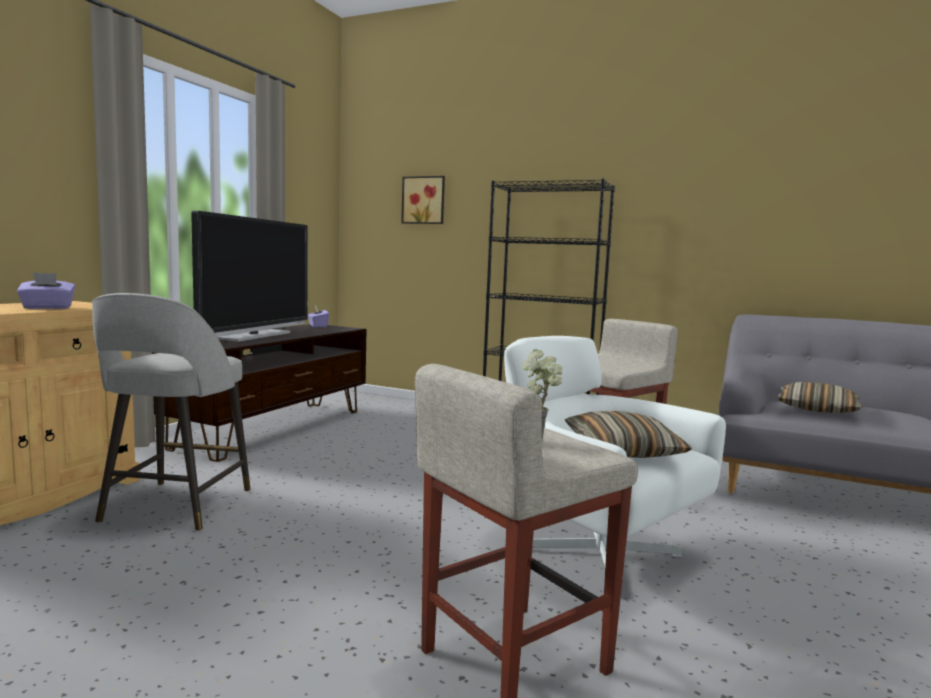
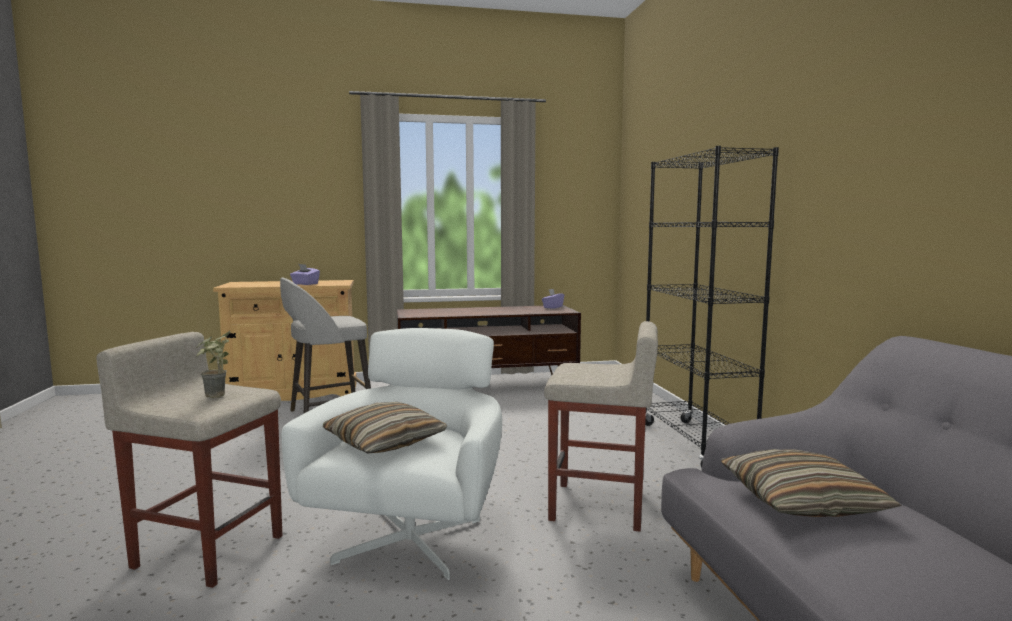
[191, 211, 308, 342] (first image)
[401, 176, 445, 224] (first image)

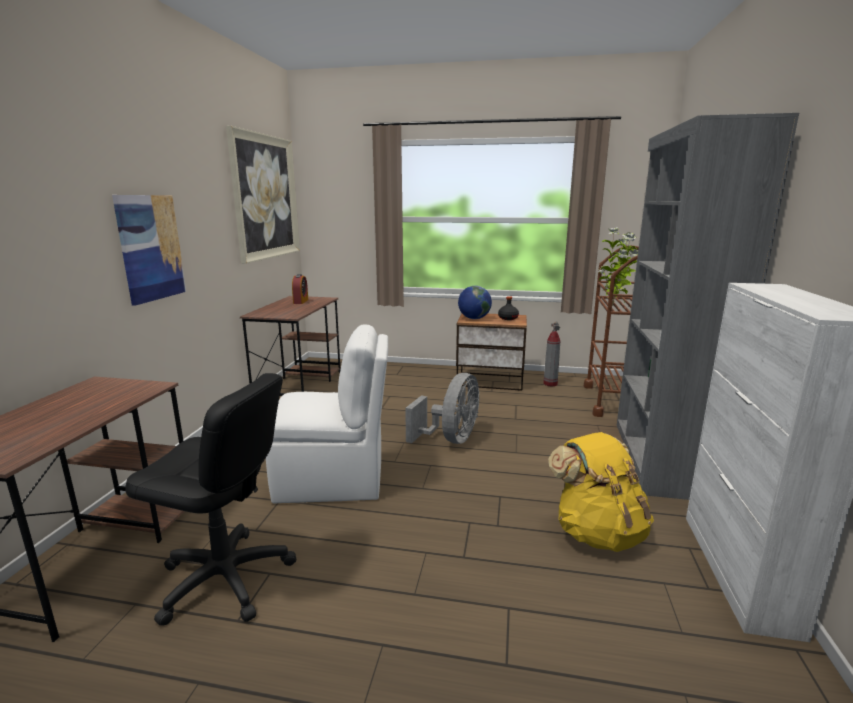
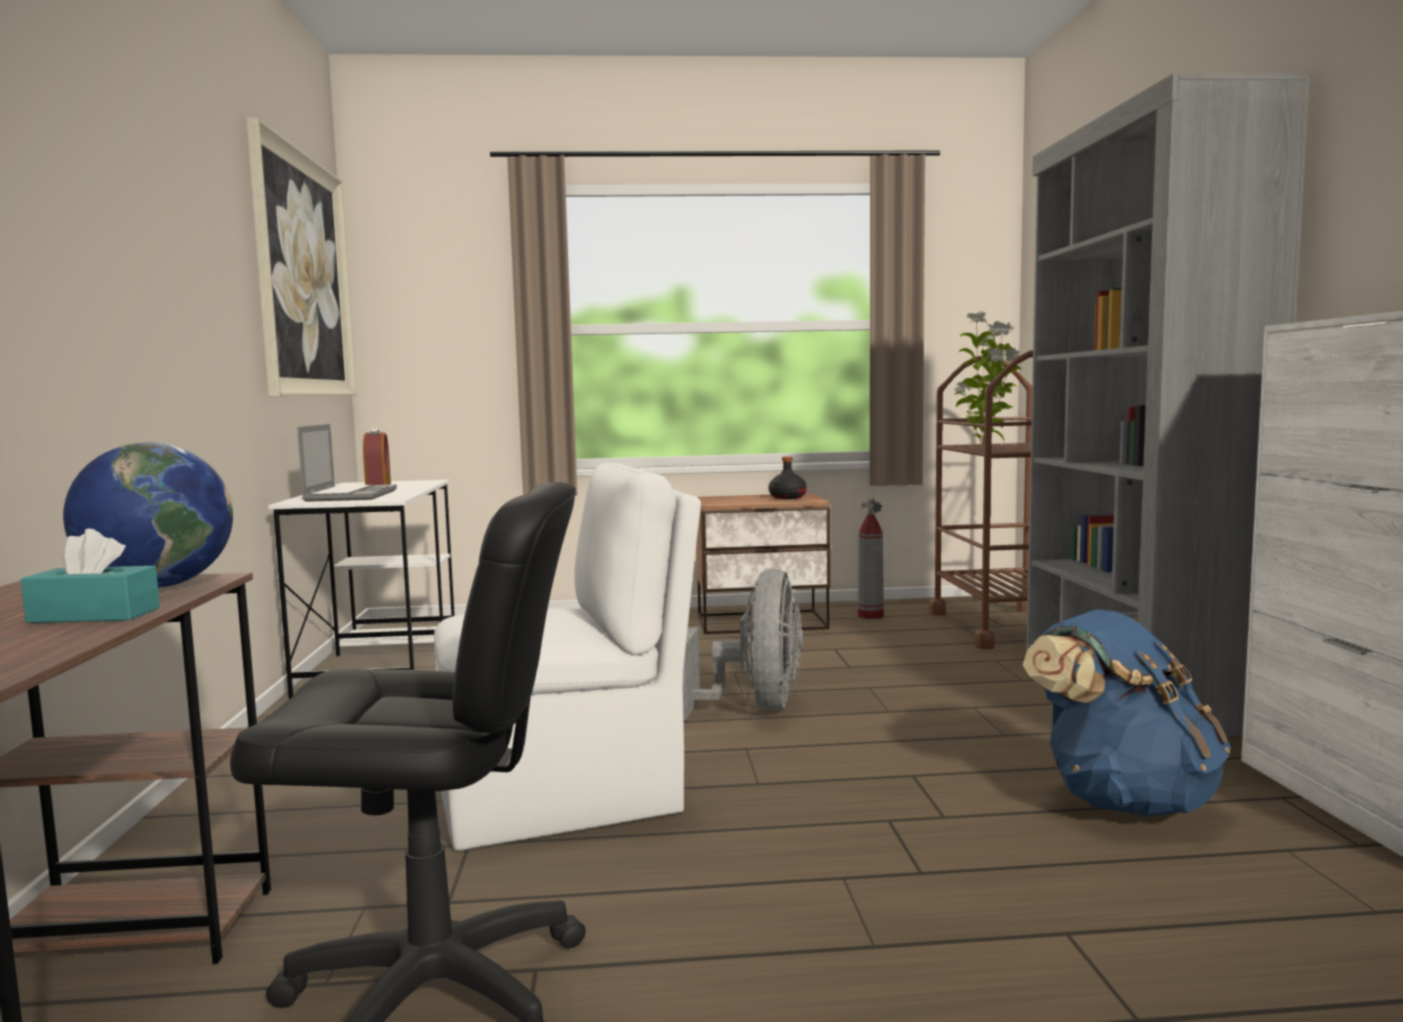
[112, 195, 186, 306] (first image)
[268, 480, 455, 699]
[63, 442, 233, 588]
[1023, 609, 1231, 816]
[21, 529, 160, 623]
[297, 424, 397, 502]

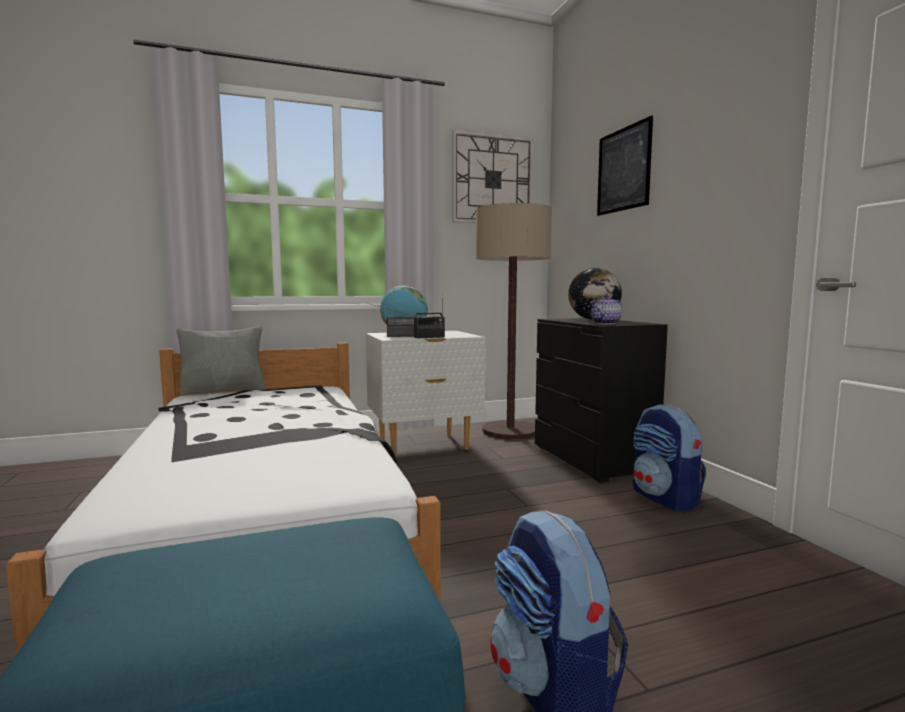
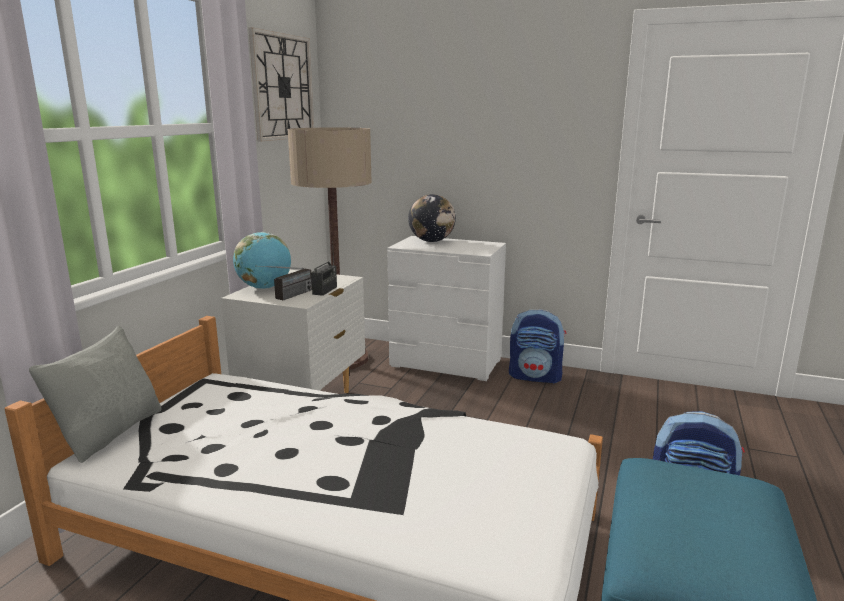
[387, 236, 506, 381]
[590, 295, 622, 324] (first image)
[597, 116, 653, 216] (first image)

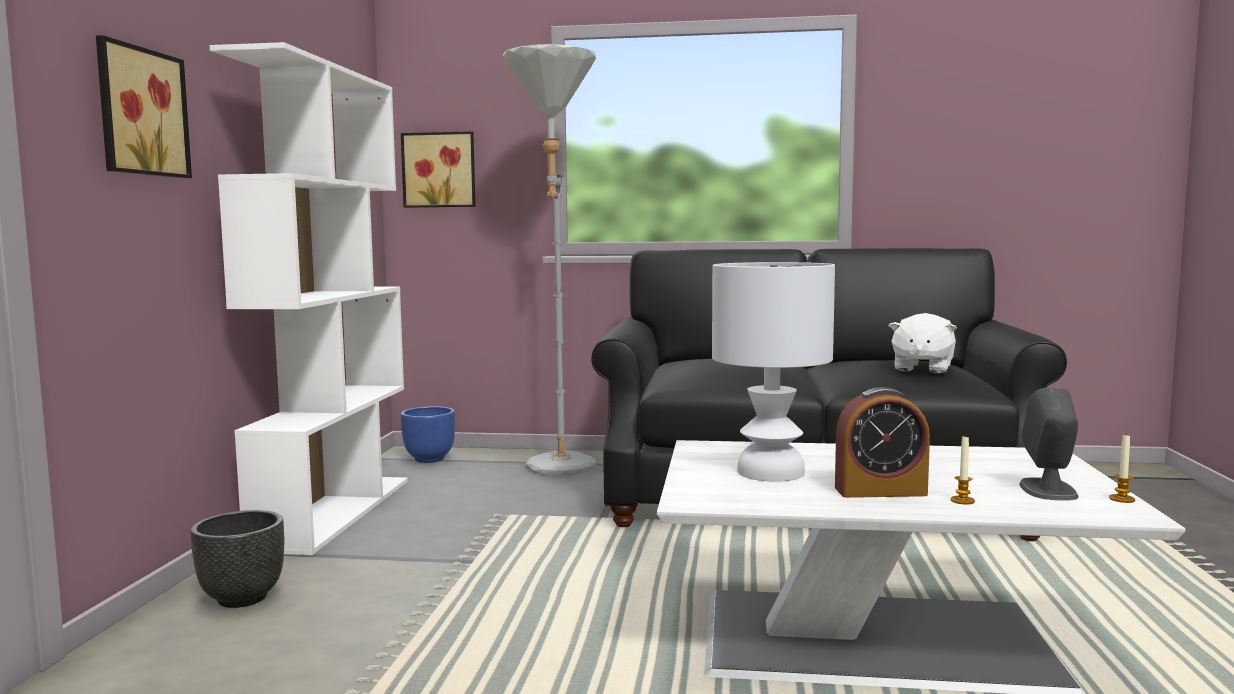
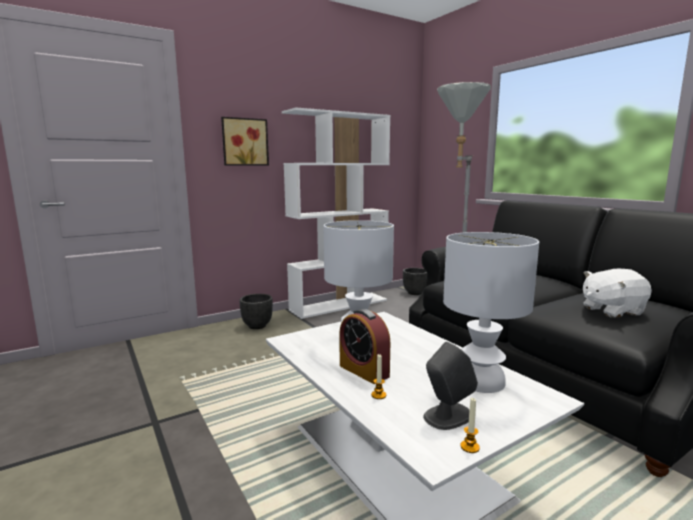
[401, 131, 476, 208] (first image)
[403, 268, 427, 295]
[443, 232, 539, 393]

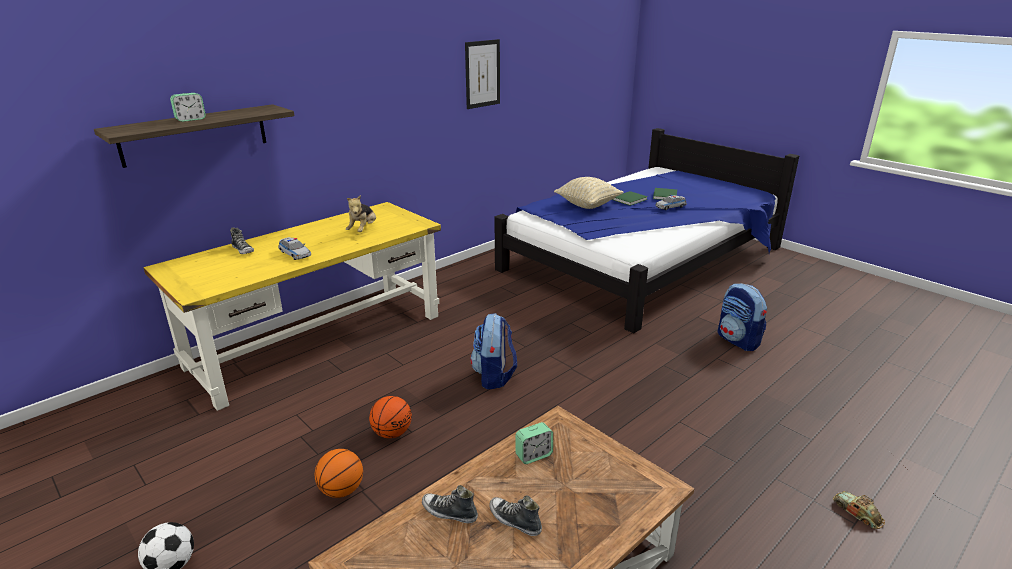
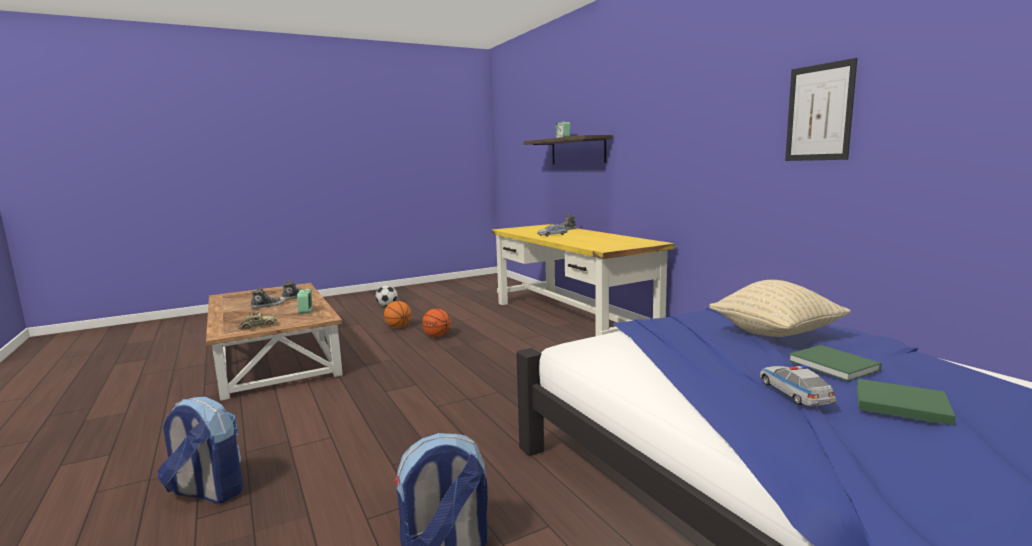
[346, 195, 376, 232] (first image)
[157, 396, 243, 504]
[238, 311, 278, 329]

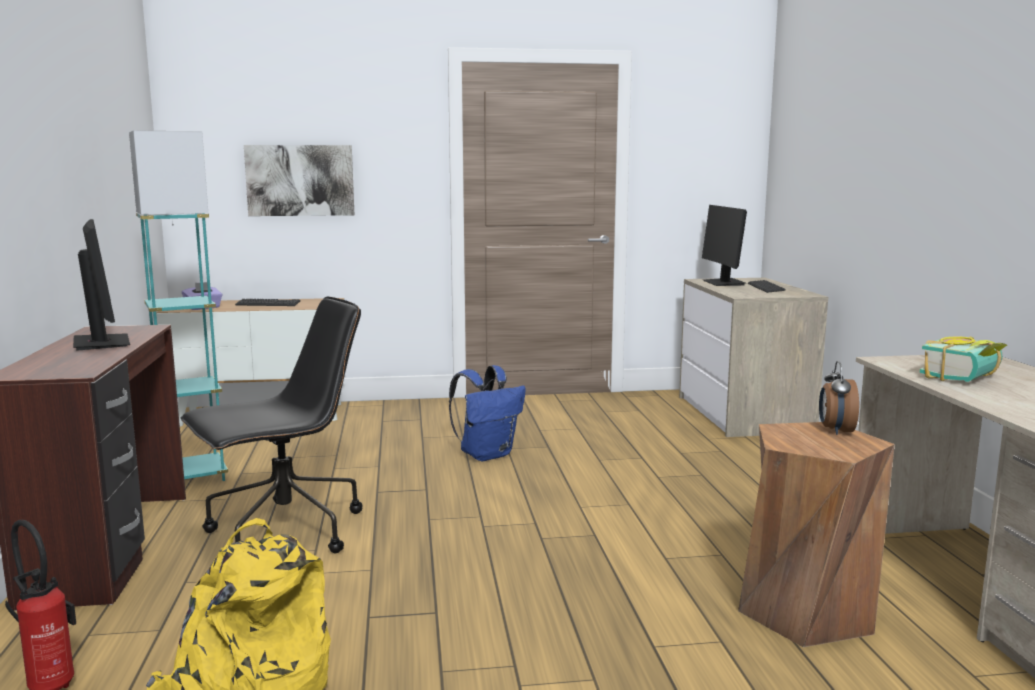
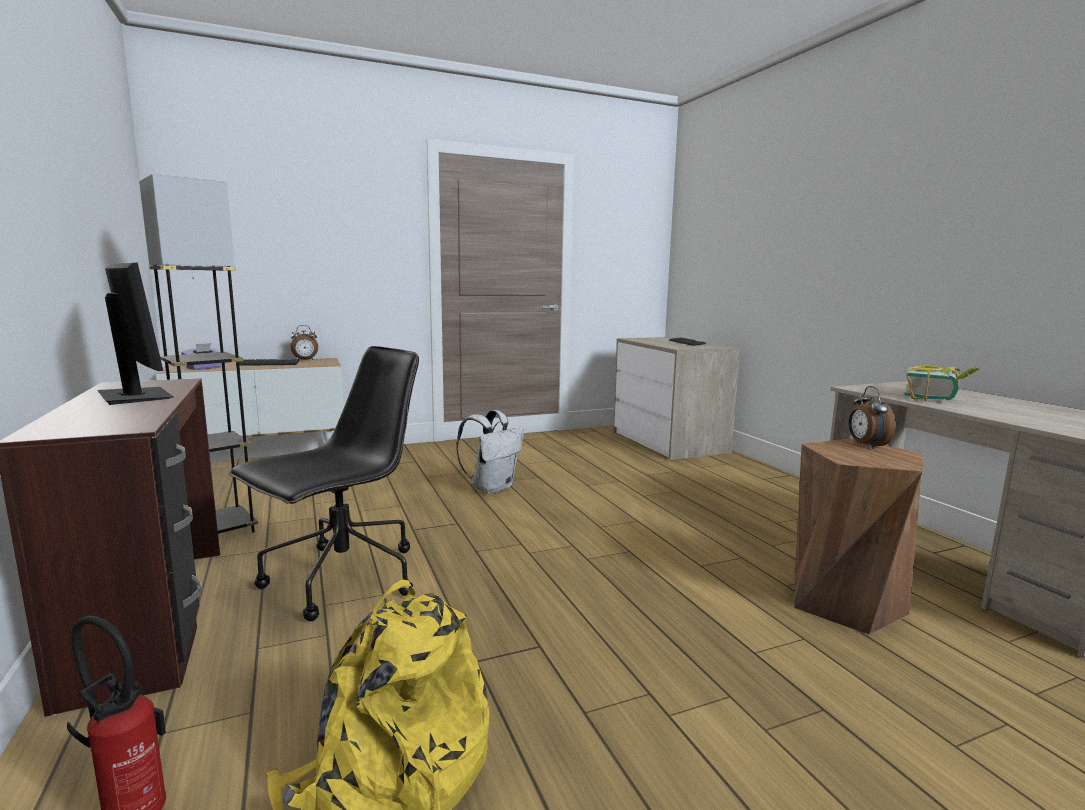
[139, 174, 258, 534]
[244, 145, 354, 216] (first image)
[456, 410, 524, 494]
[702, 205, 747, 286] (first image)
[291, 325, 318, 360]

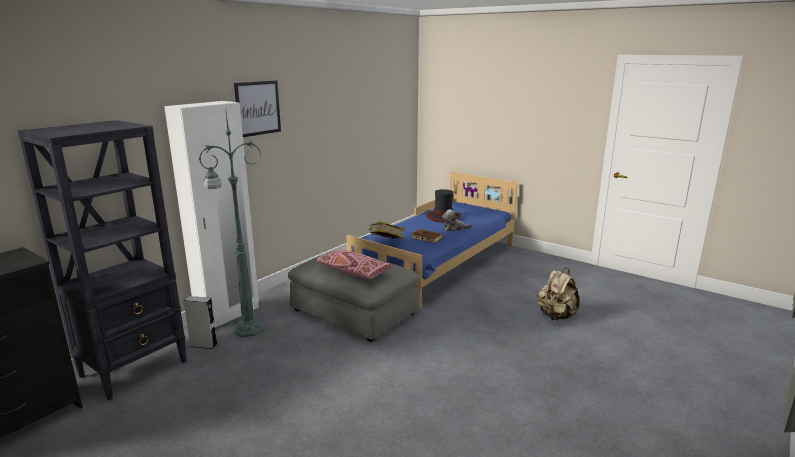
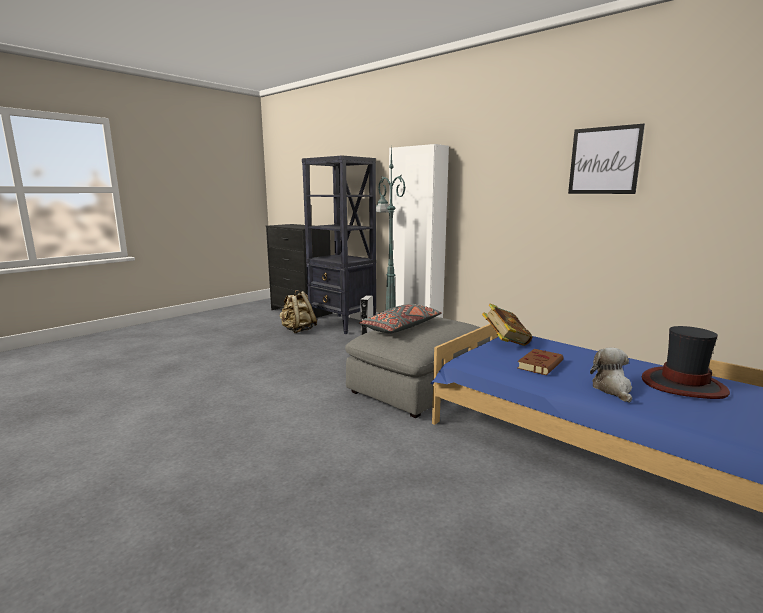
[568, 123, 645, 194]
[359, 304, 442, 334]
[279, 290, 317, 333]

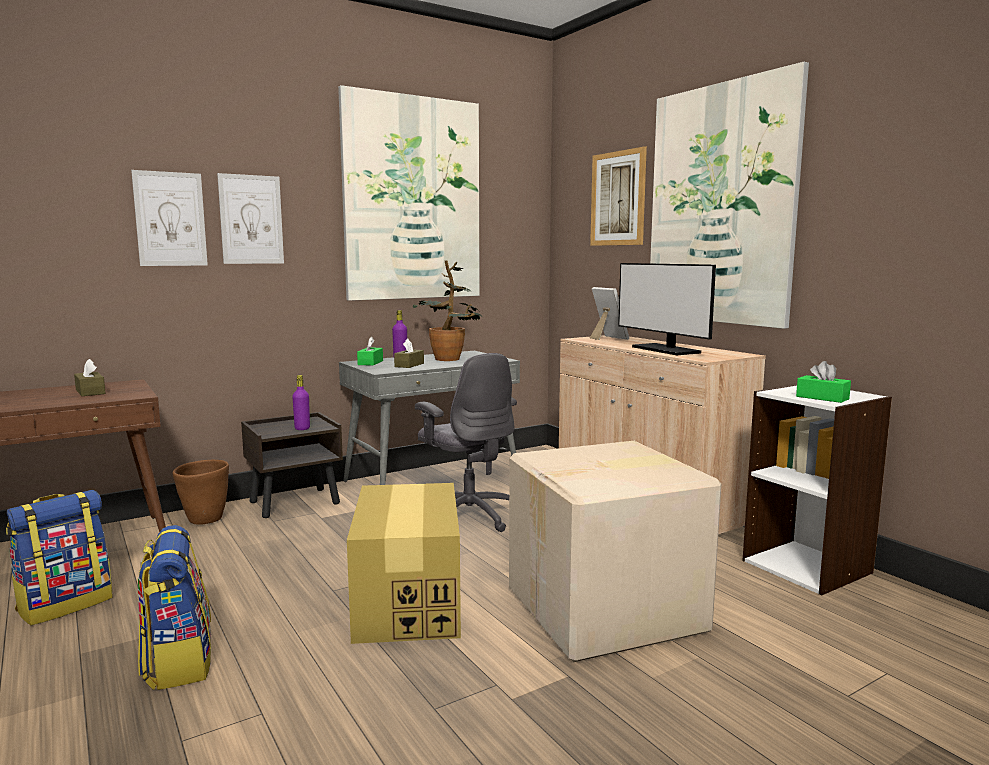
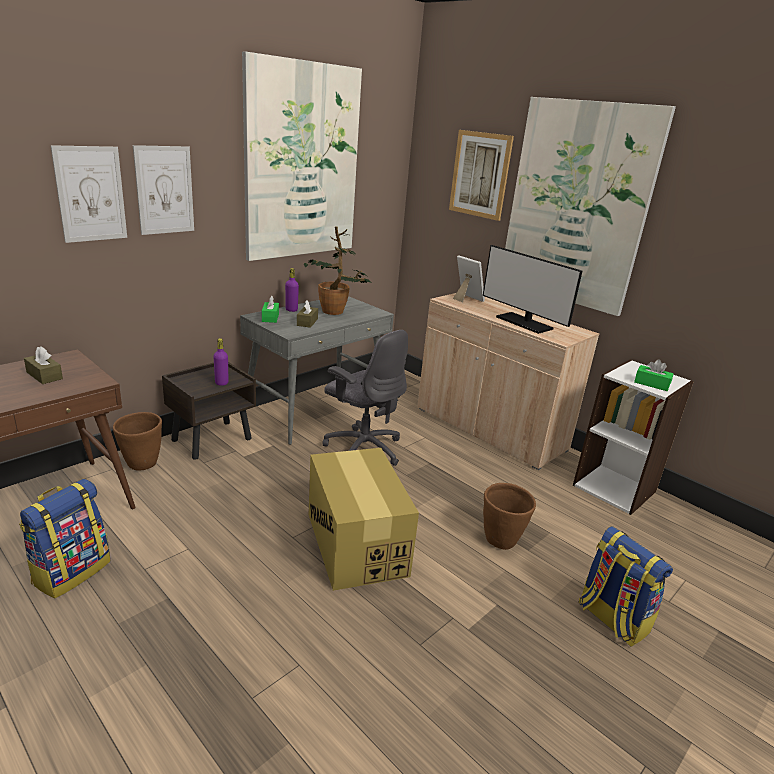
[579, 526, 673, 647]
[483, 483, 536, 550]

